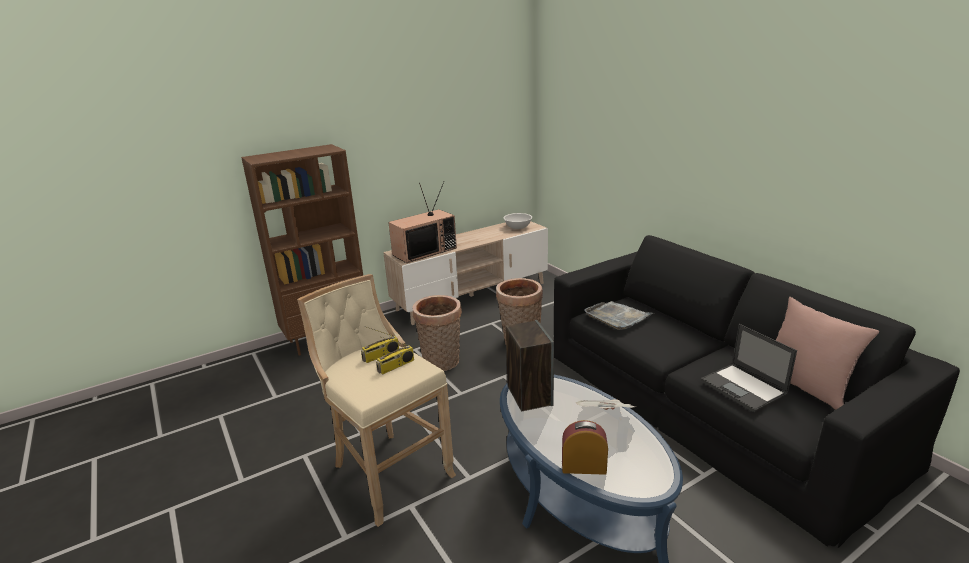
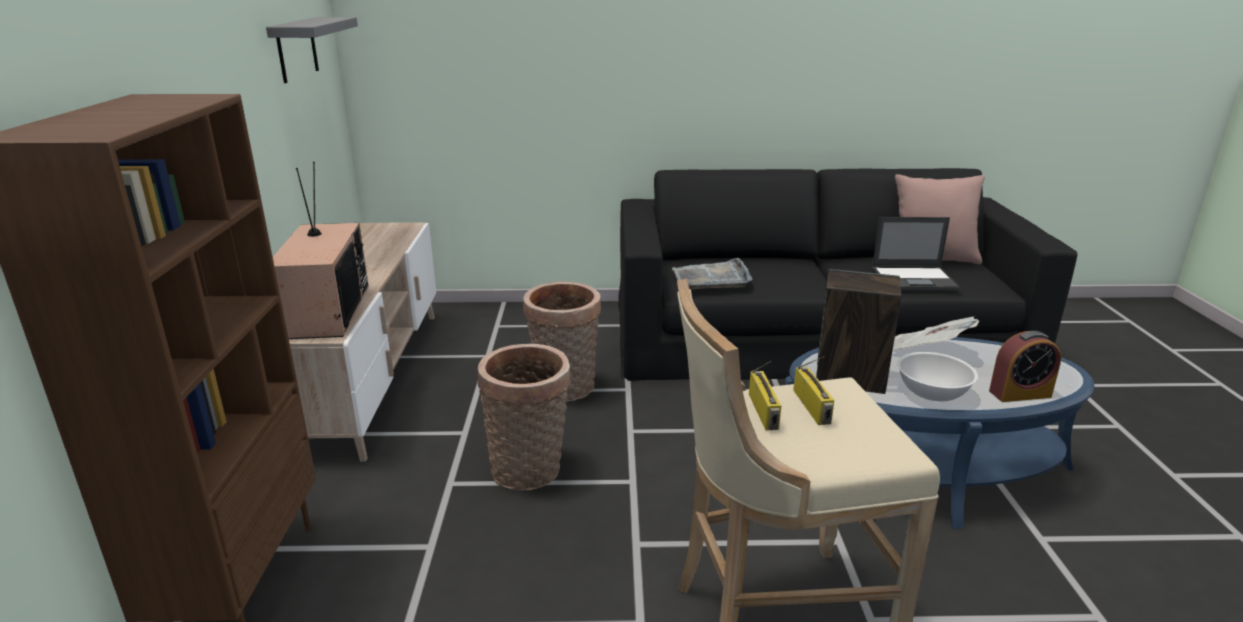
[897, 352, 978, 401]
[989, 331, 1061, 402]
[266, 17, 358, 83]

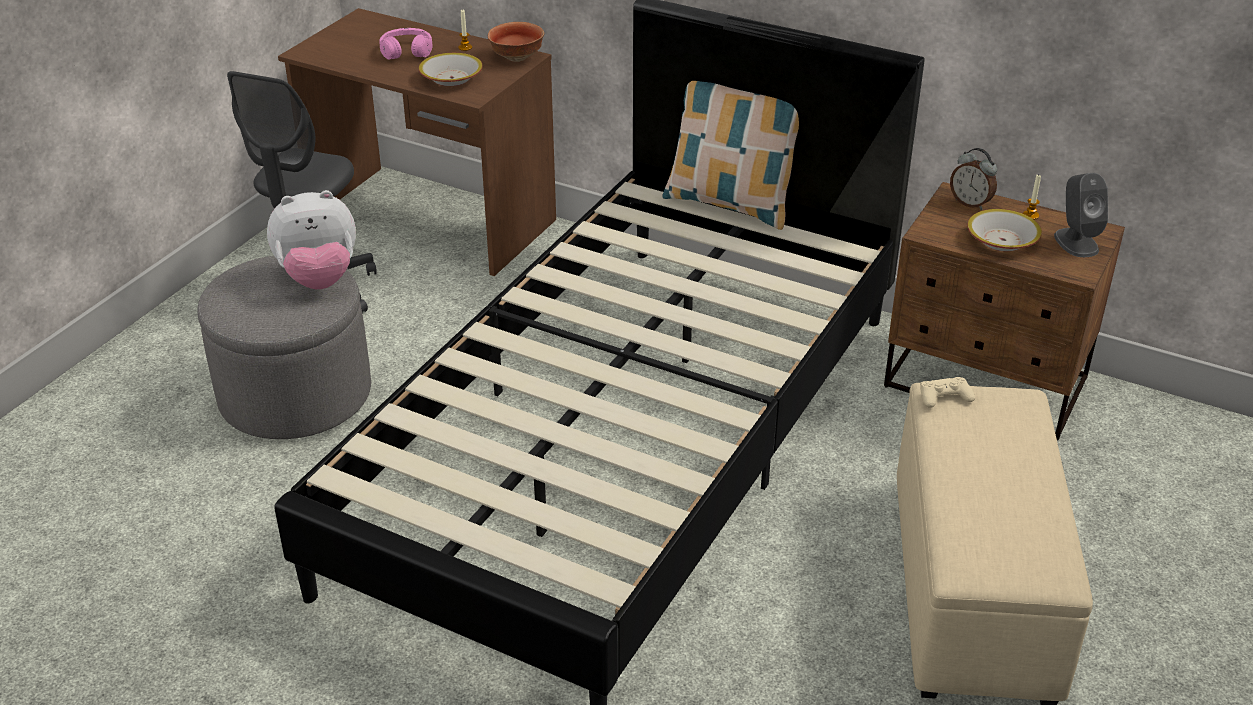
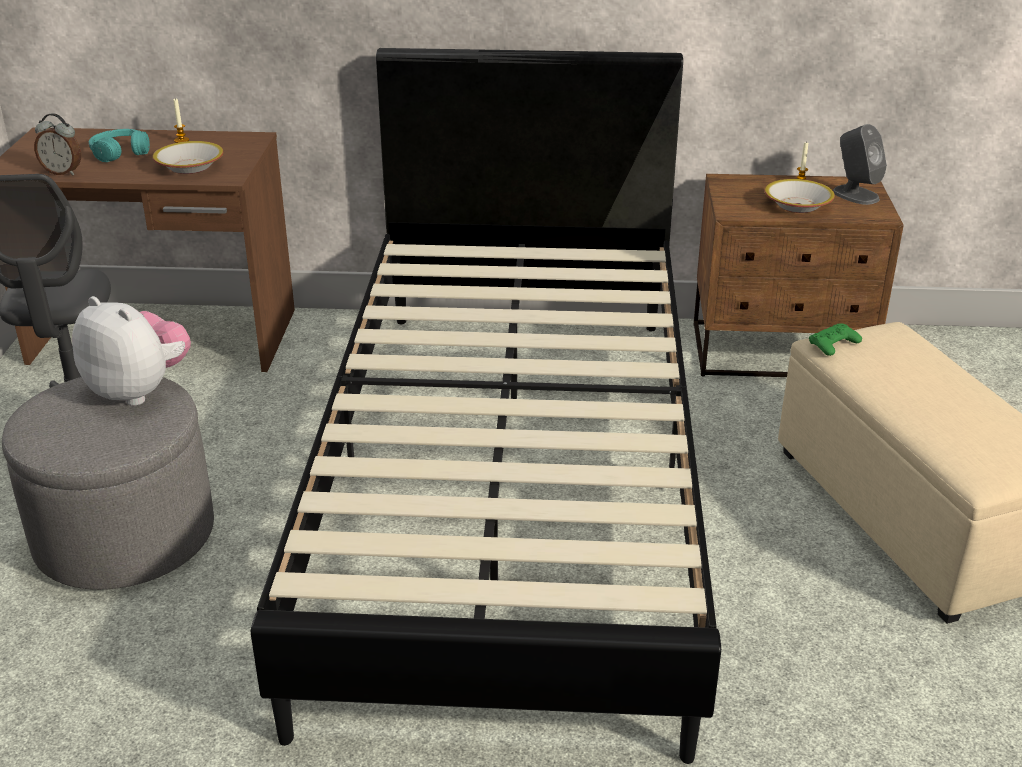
[72, 296, 191, 406]
[89, 129, 150, 162]
[488, 22, 544, 62] (first image)
[662, 81, 799, 230] (first image)
[809, 324, 862, 356]
[34, 113, 81, 175]

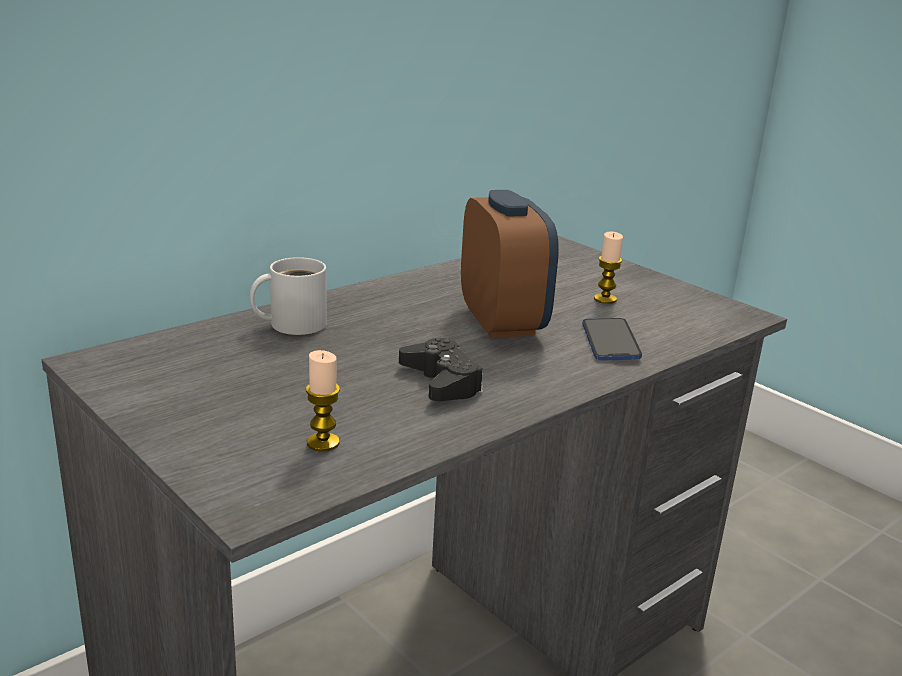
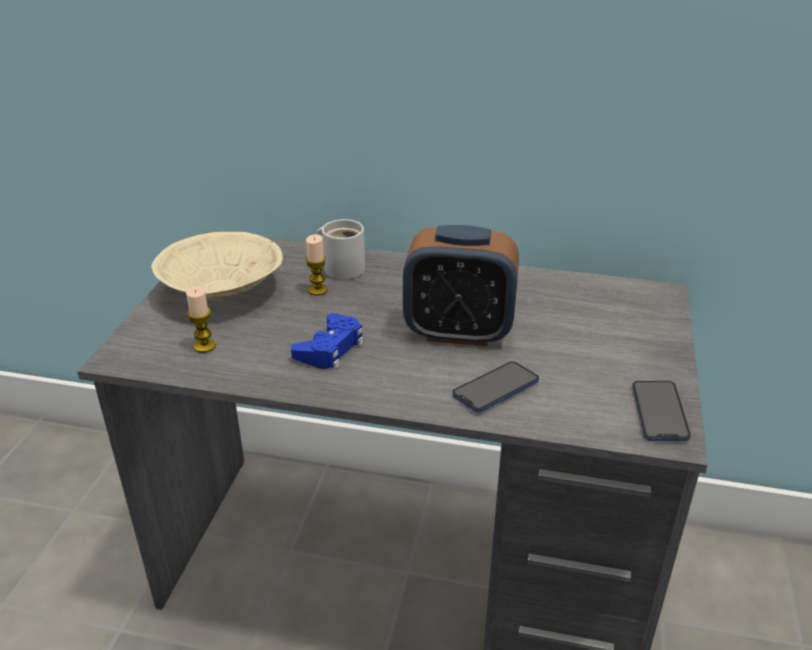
[291, 313, 364, 370]
[403, 225, 519, 346]
[305, 234, 328, 296]
[151, 232, 283, 299]
[632, 381, 691, 441]

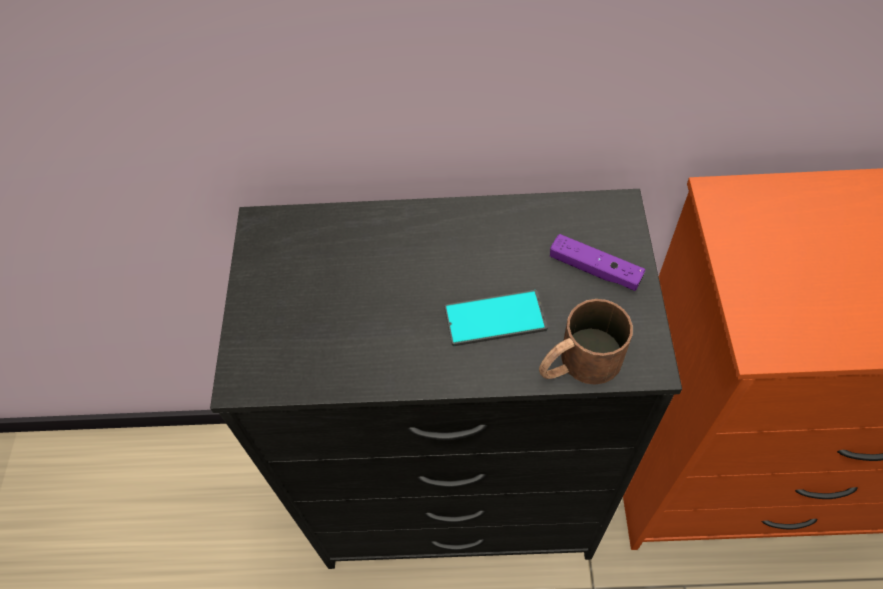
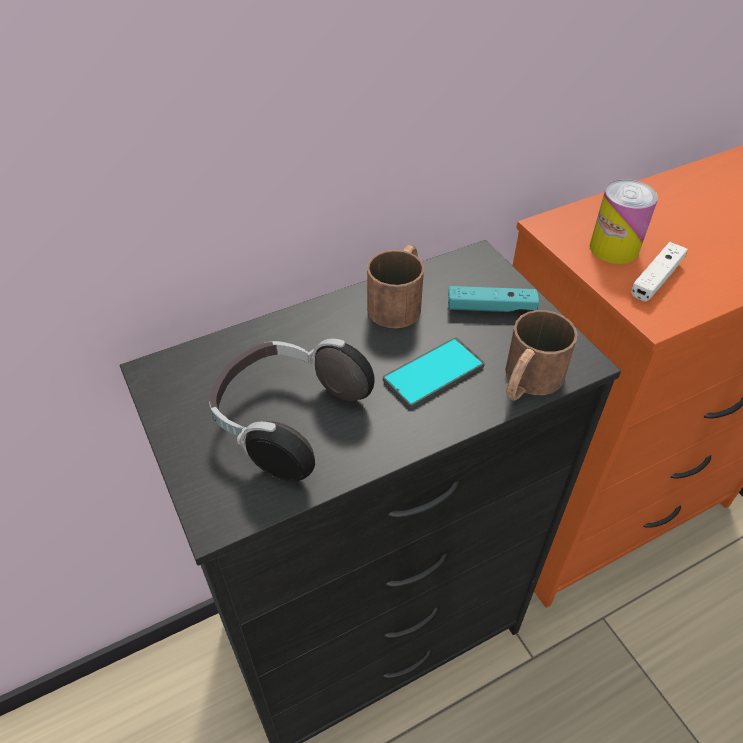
[448, 286, 539, 312]
[209, 339, 375, 482]
[367, 245, 424, 328]
[590, 179, 658, 264]
[631, 242, 688, 302]

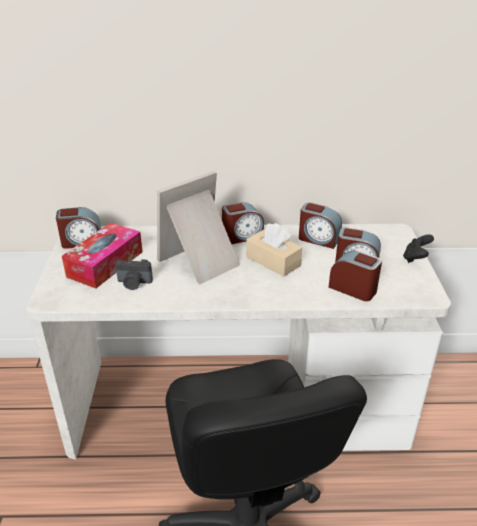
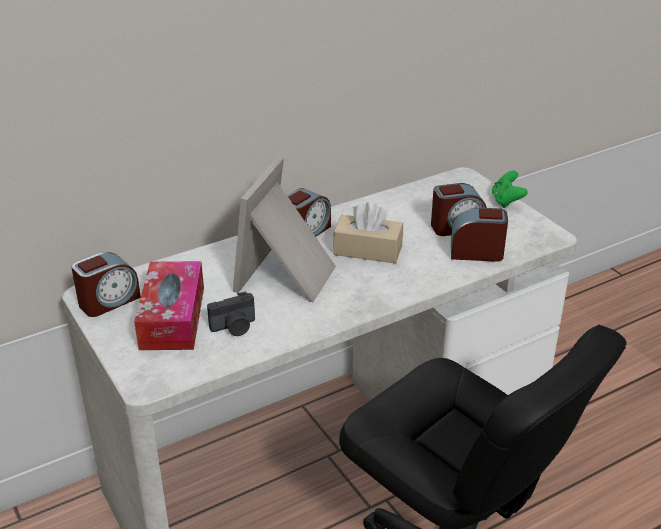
[299, 202, 342, 249] (first image)
[492, 170, 528, 208]

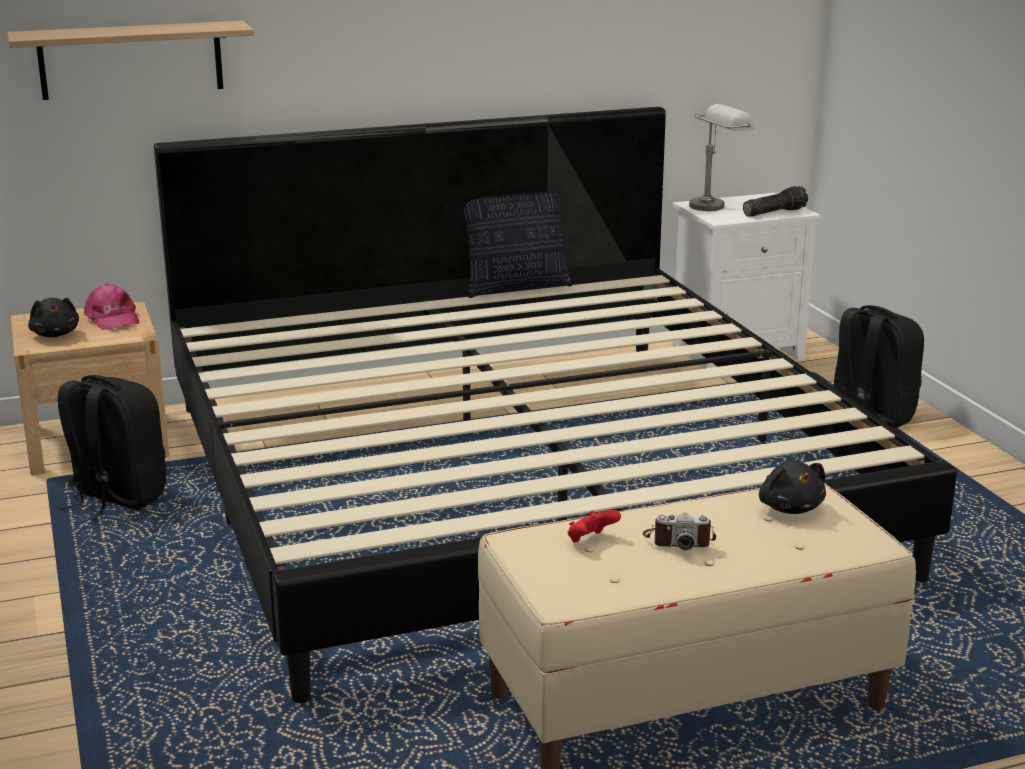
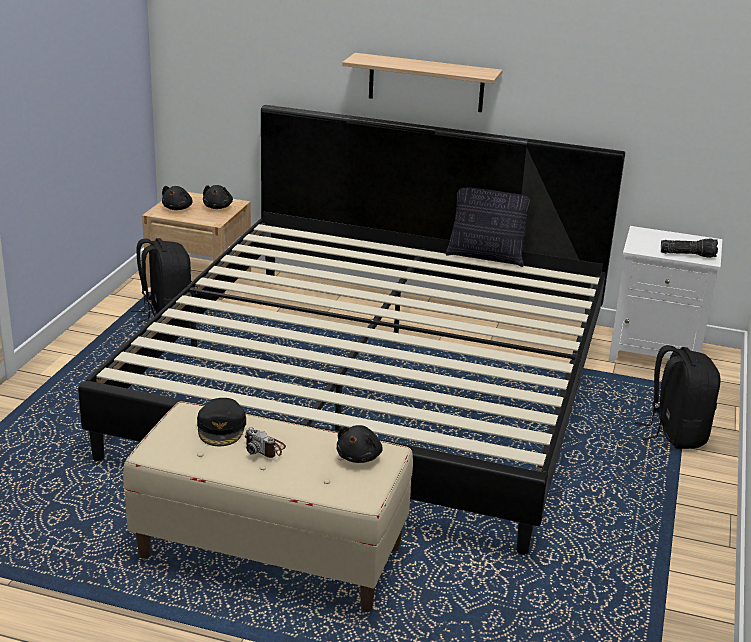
[342, 53, 503, 112]
[203, 185, 233, 209]
[197, 398, 246, 446]
[689, 104, 755, 211] (first image)

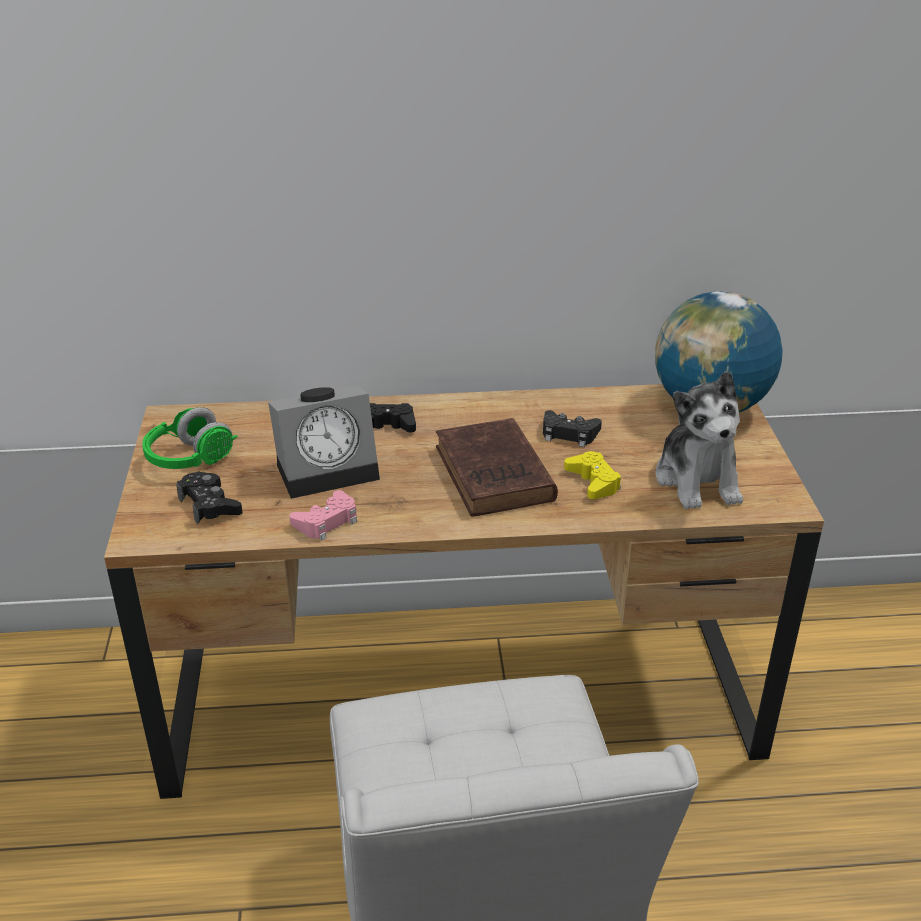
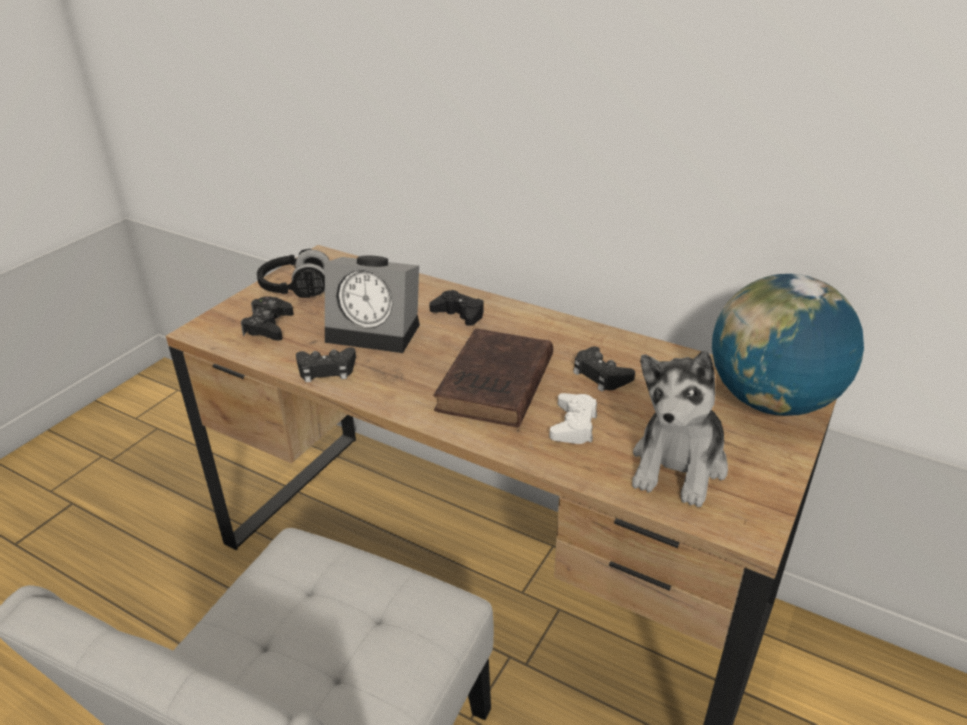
[257, 249, 330, 298]
[296, 347, 356, 382]
[549, 393, 597, 444]

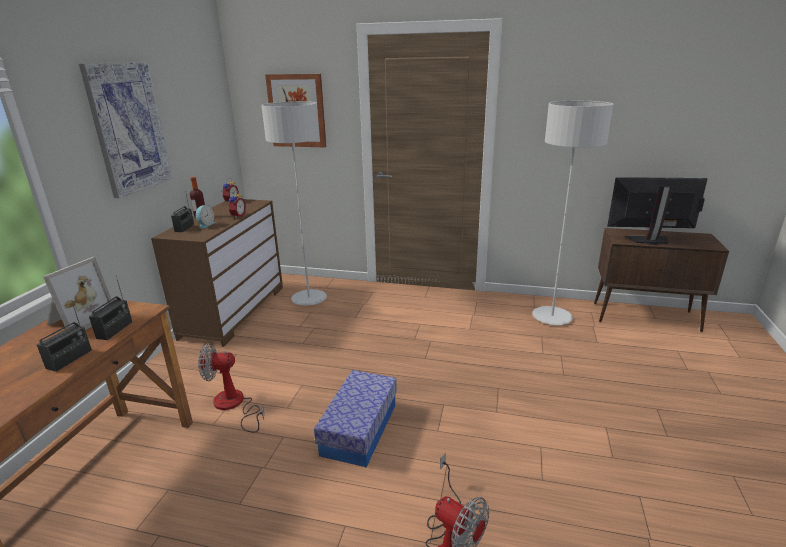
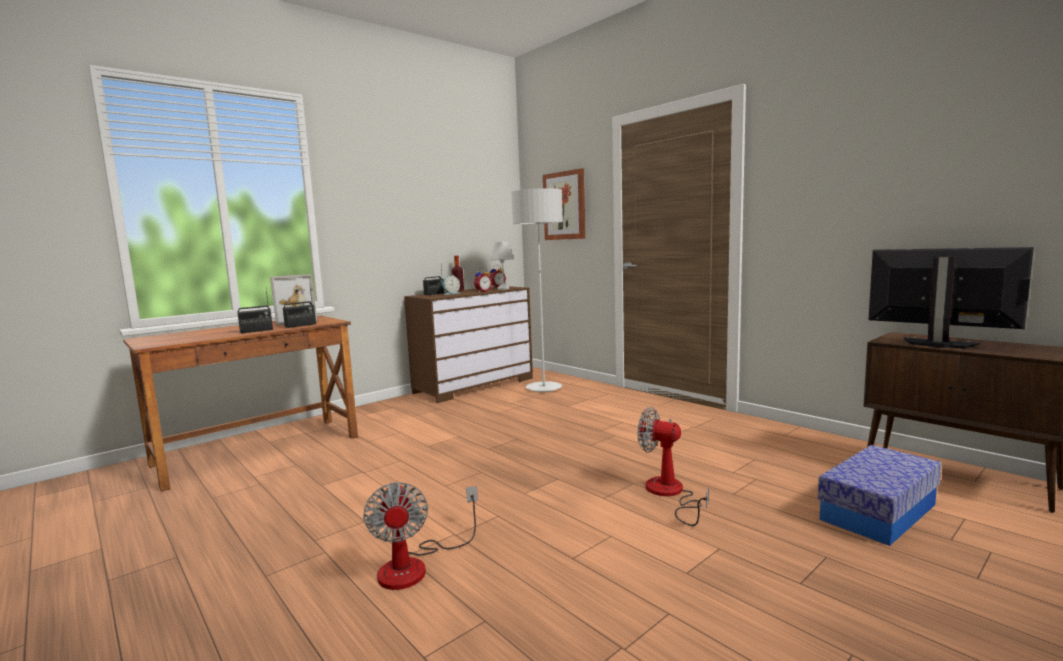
[79, 62, 172, 198] (first image)
[638, 407, 709, 526]
[818, 445, 942, 546]
[532, 101, 613, 325] (first image)
[490, 242, 514, 290]

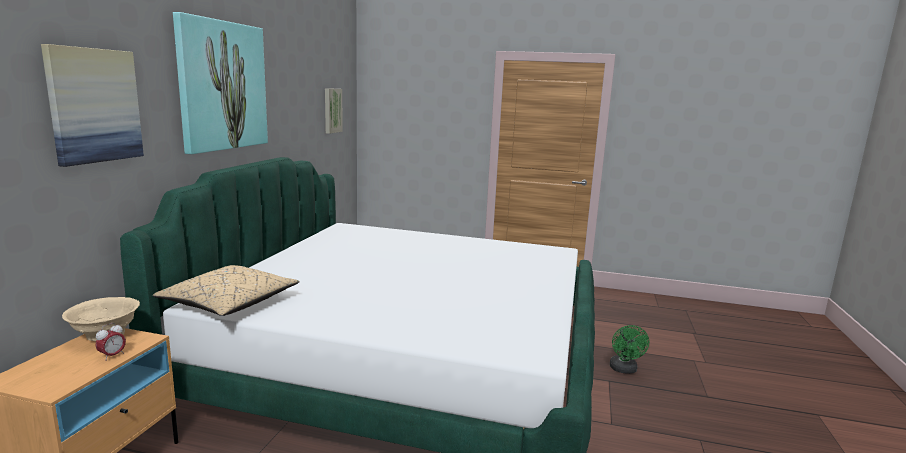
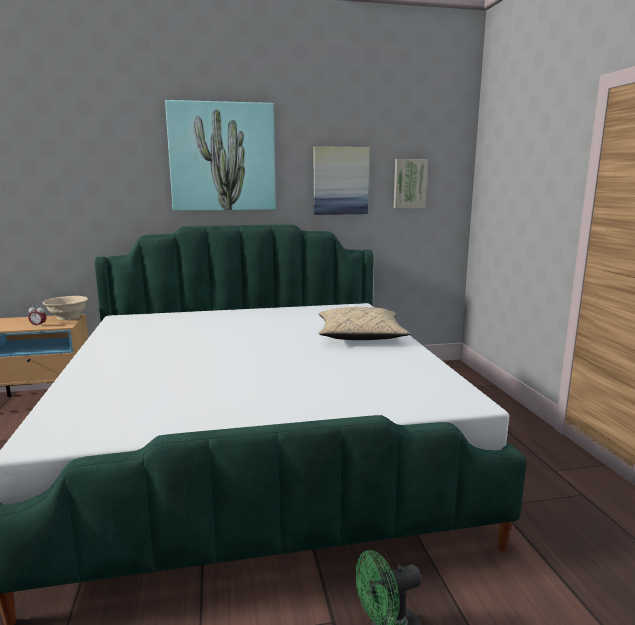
[313, 146, 369, 215]
[319, 307, 410, 340]

